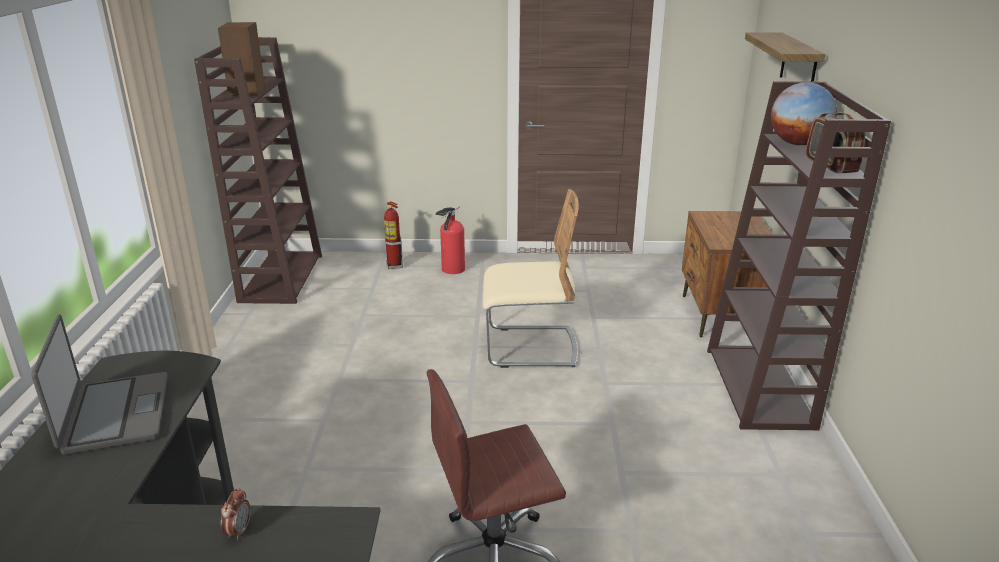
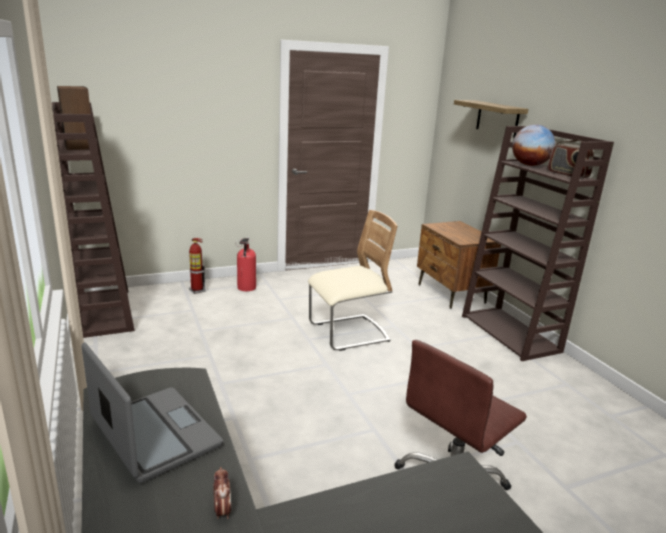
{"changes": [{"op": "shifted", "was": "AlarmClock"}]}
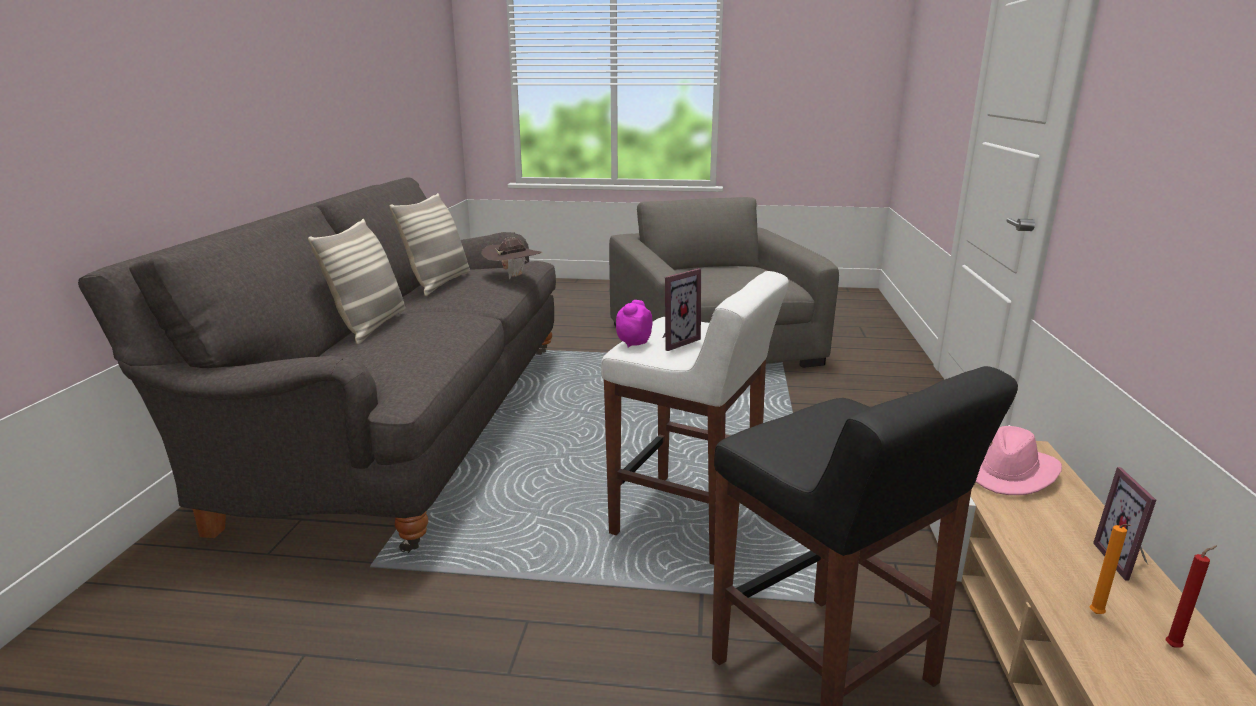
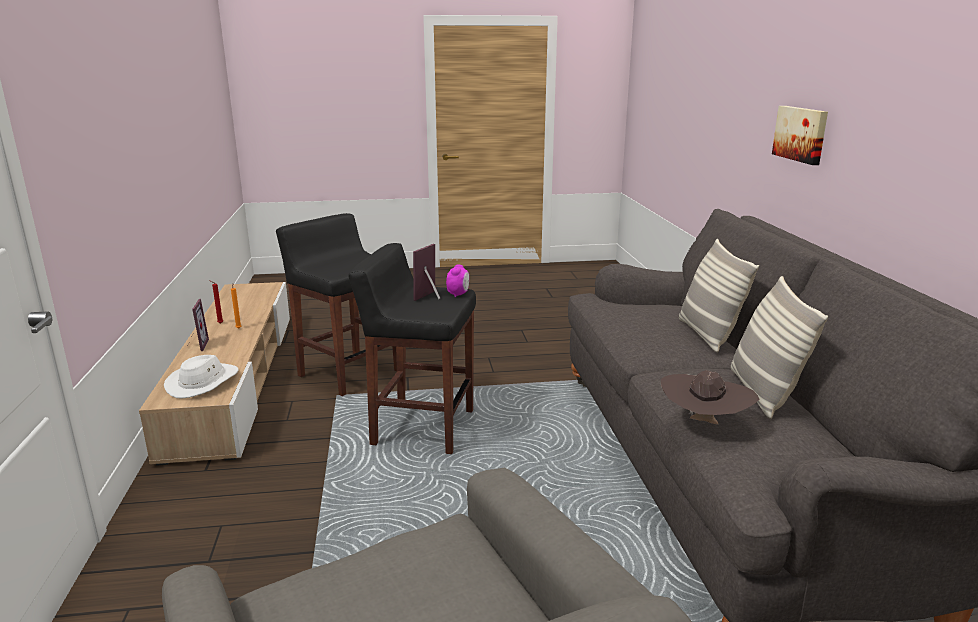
{"changes": [{"op": "repainted", "was": "WhiteStool", "now": "BlackStool (no. 2 from left)"}, {"op": "repainted", "was": "PinkHat", "now": "WhiteHat"}, {"op": "new", "now": "Picture"}]}
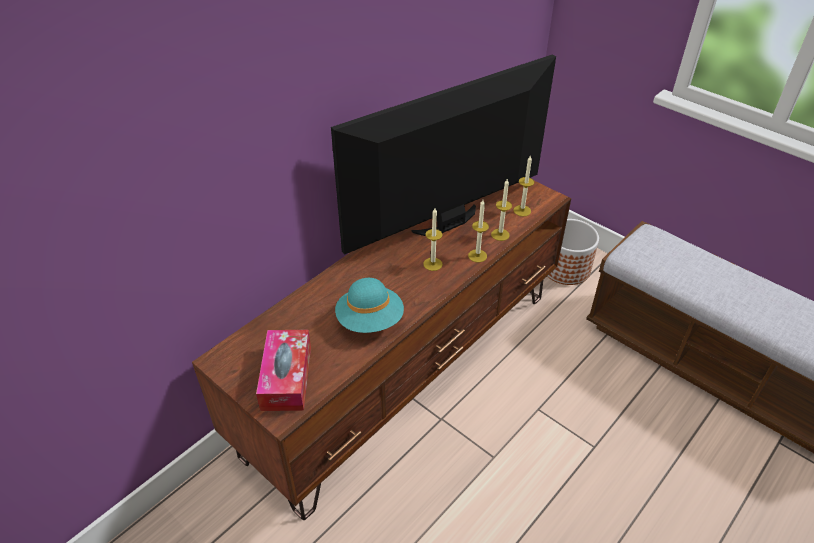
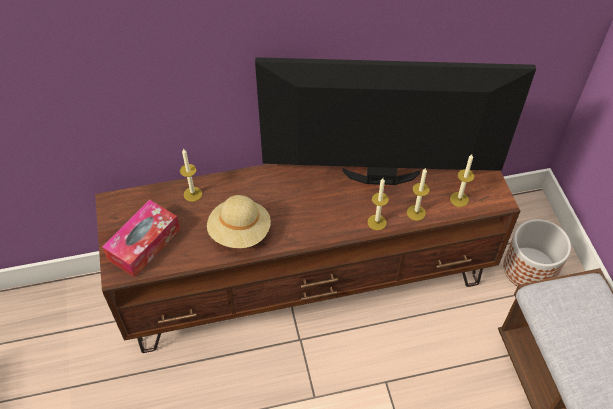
{"changes": [{"op": "repainted", "was": "TurquoiseHat", "now": "BeigeHat"}, {"op": "shifted", "was": "Candle (no. 1 from left)"}]}
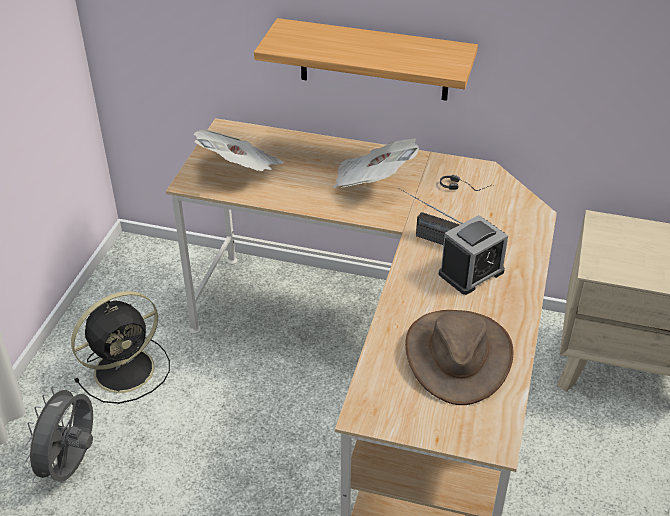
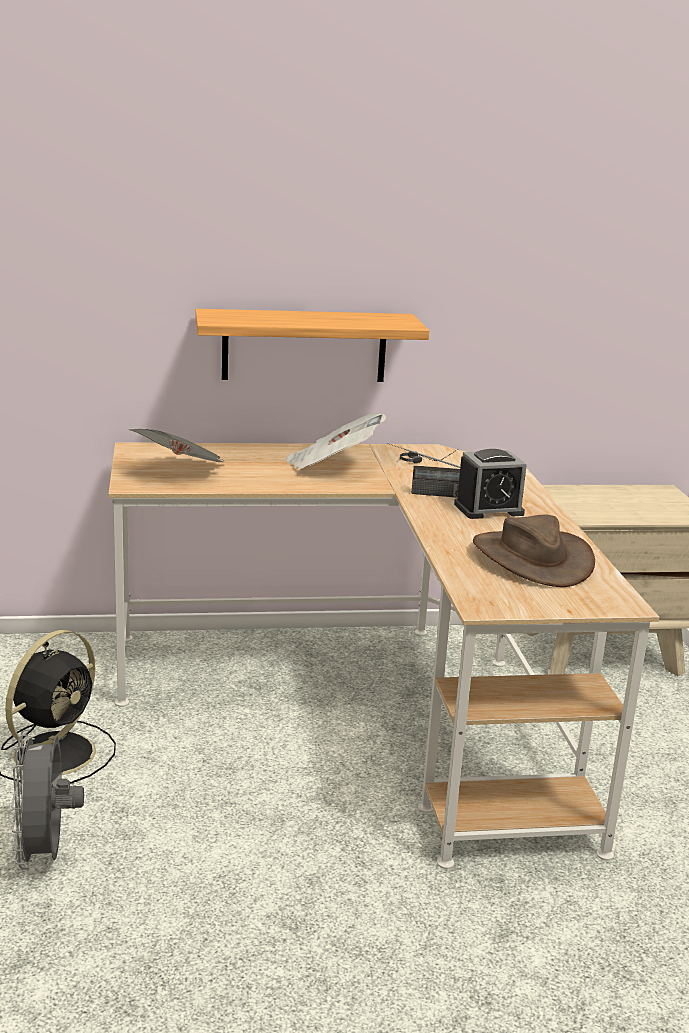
{"changes": [{"op": "rotated", "was": "AlarmClock", "clockwise": 45}]}
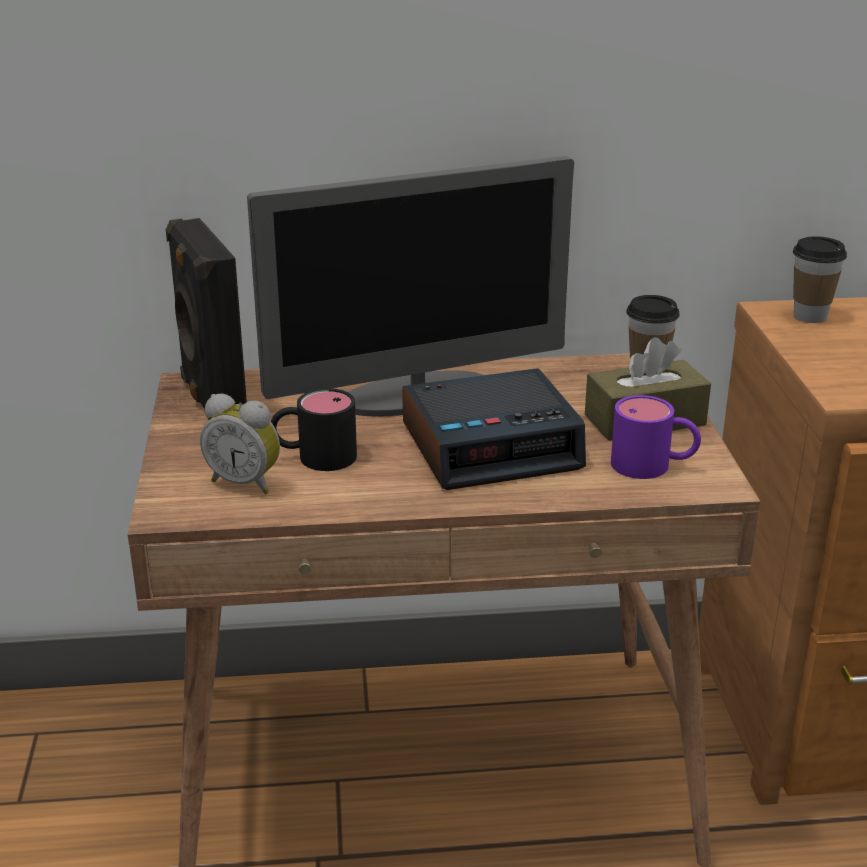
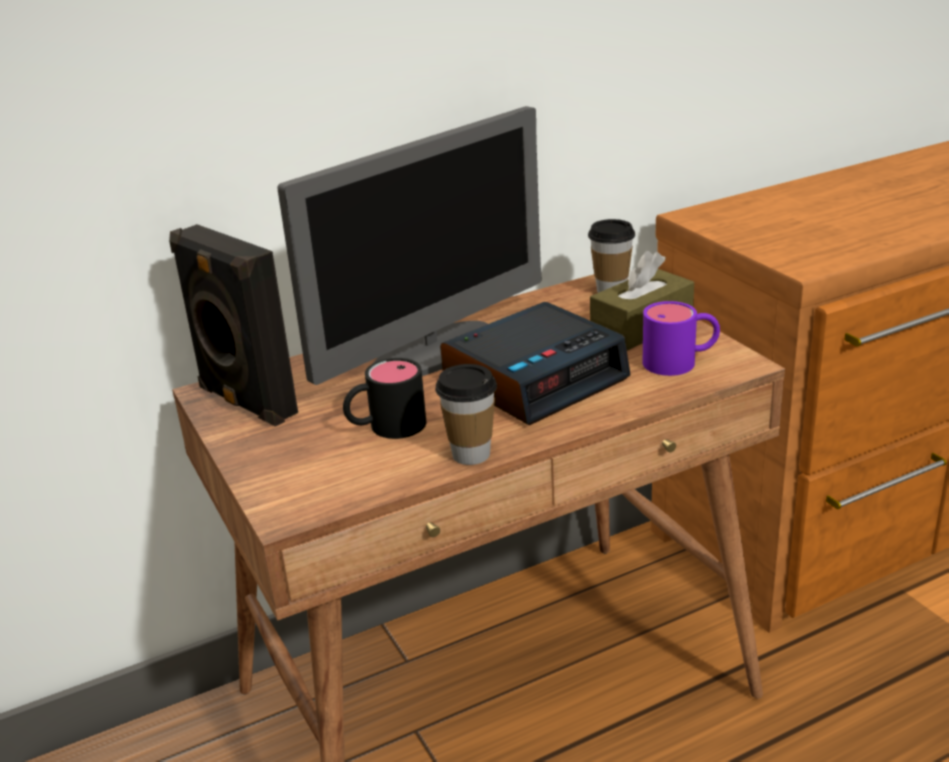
{"changes": [{"op": "gone", "was": "AlarmClock (no. 1 from left)"}, {"op": "shifted", "was": "Cup (no. 2 from left in the first image)", "now": "Cup (no. 1 from left)"}]}
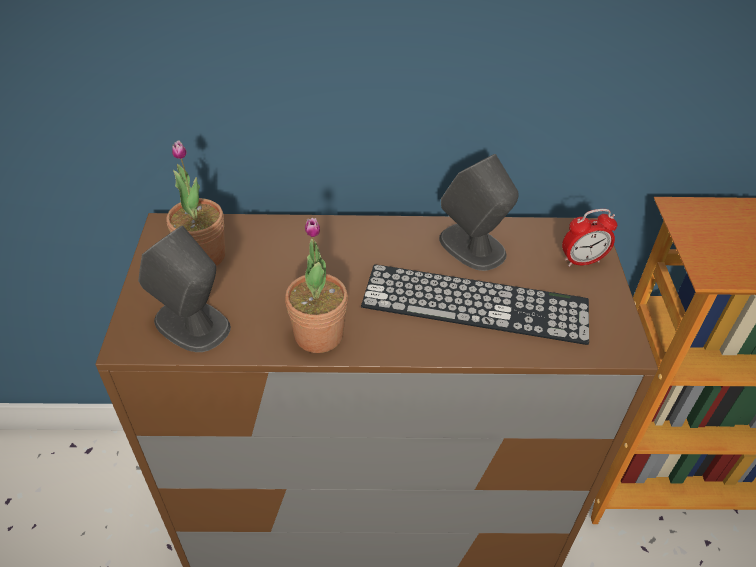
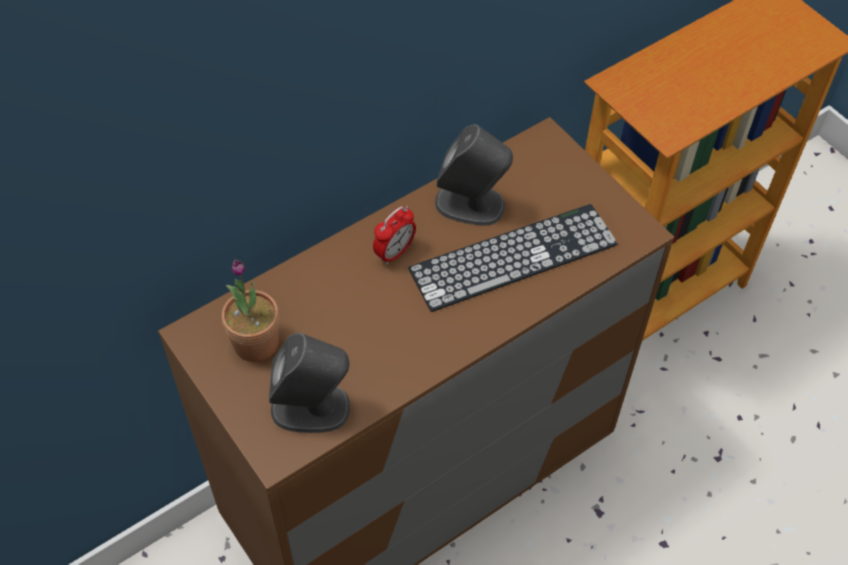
{"changes": [{"op": "gone", "was": "PottedPlant (no. 2 from left)"}, {"op": "shifted", "was": "AlarmClock"}]}
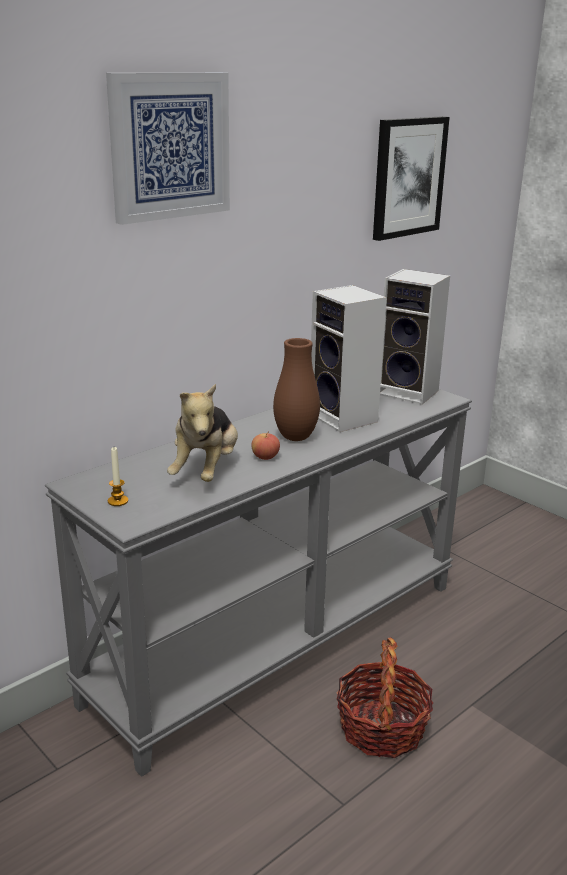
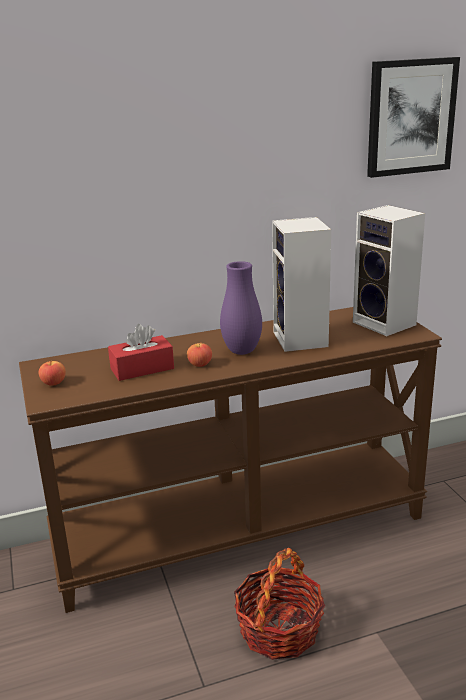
{"changes": [{"op": "repainted", "was": "GreyConsoleTable", "now": "BrownConsoleTable"}, {"op": "gone", "was": "Picture (no. 1 from left)"}, {"op": "swapped", "was": "Candle", "now": "Apple (no. 1 from left)"}, {"op": "swapped", "was": "PlushToy", "now": "RedTissueBox"}, {"op": "repainted", "was": "BrownVase", "now": "PurpleVase"}]}
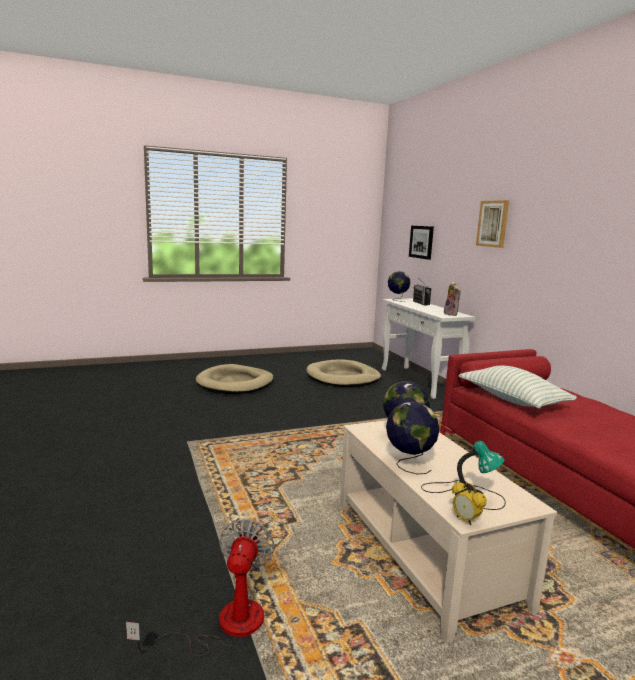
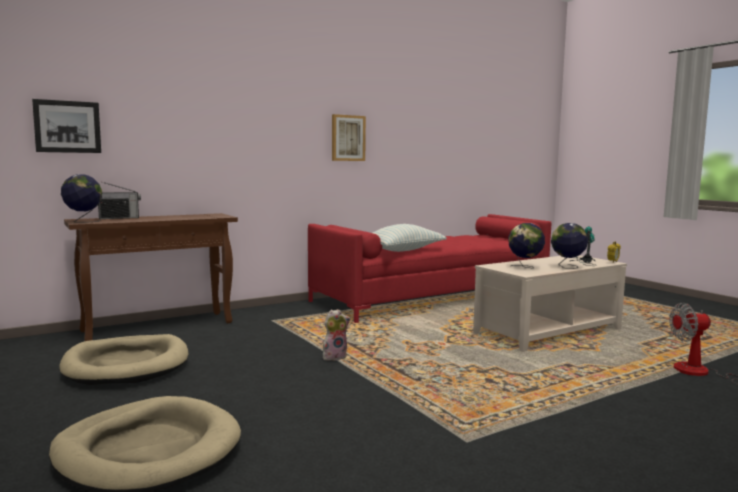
{"changes": [{"op": "repainted", "was": "WhiteConsoleTable", "now": "BrownConsoleTable"}, {"op": "shifted", "was": "PlushToy"}, {"op": "shifted", "was": "Picture (no. 2 from left)"}]}
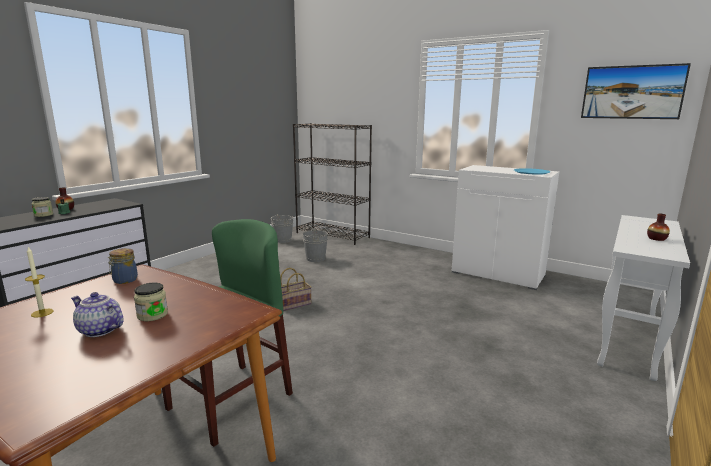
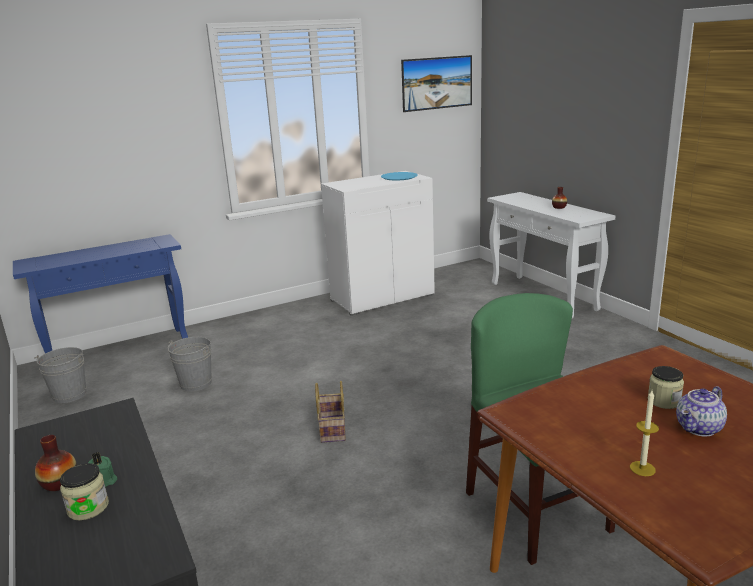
{"changes": [{"op": "gone", "was": "Jar (no. 2 from left)"}, {"op": "swapped", "was": "BlackBookcase", "now": "BlueConsoleTable"}]}
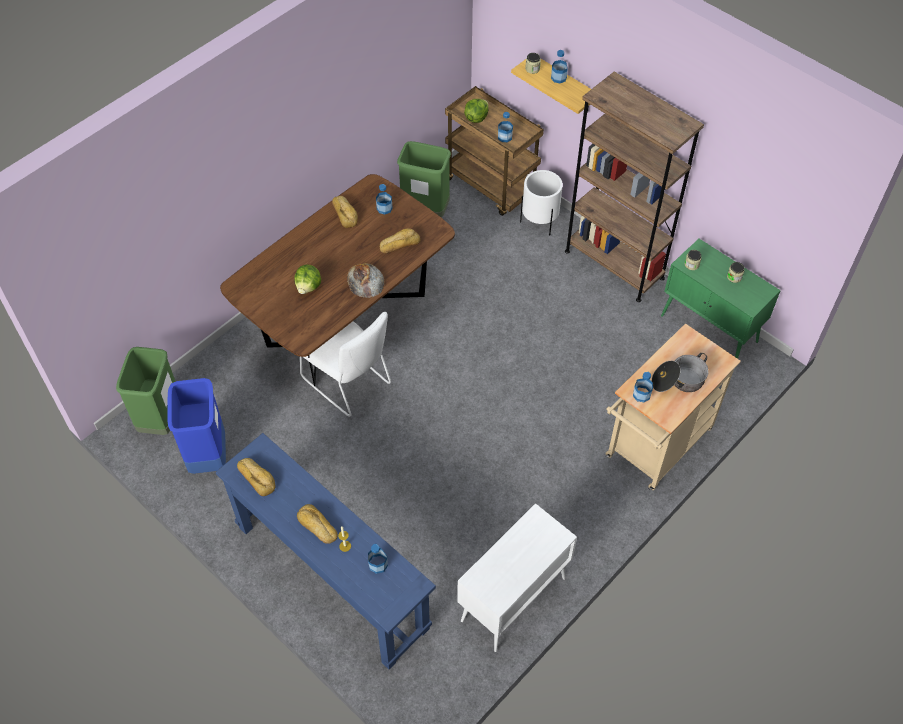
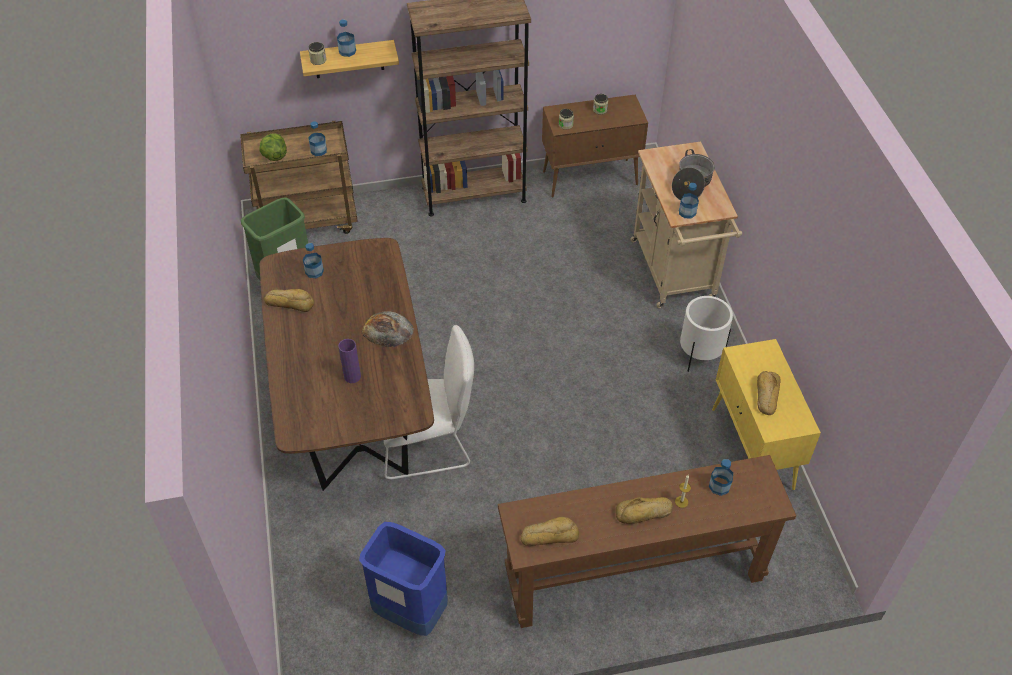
{"changes": [{"op": "gone", "was": "GreenTrashCan (no. 1 from left)"}, {"op": "repainted", "was": "BlueConsoleTable", "now": "BrownConsoleTable"}, {"op": "swapped", "was": "Lettuce (no. 1 from left)", "now": "PurpleVase"}, {"op": "shifted", "was": "Bread (no. 5 from left)"}, {"op": "repainted", "was": "WhiteCabinet", "now": "YellowCabinet"}, {"op": "shifted", "was": "WhitePlanter"}, {"op": "repainted", "was": "GreenCabinet", "now": "BrownCabinet"}]}
